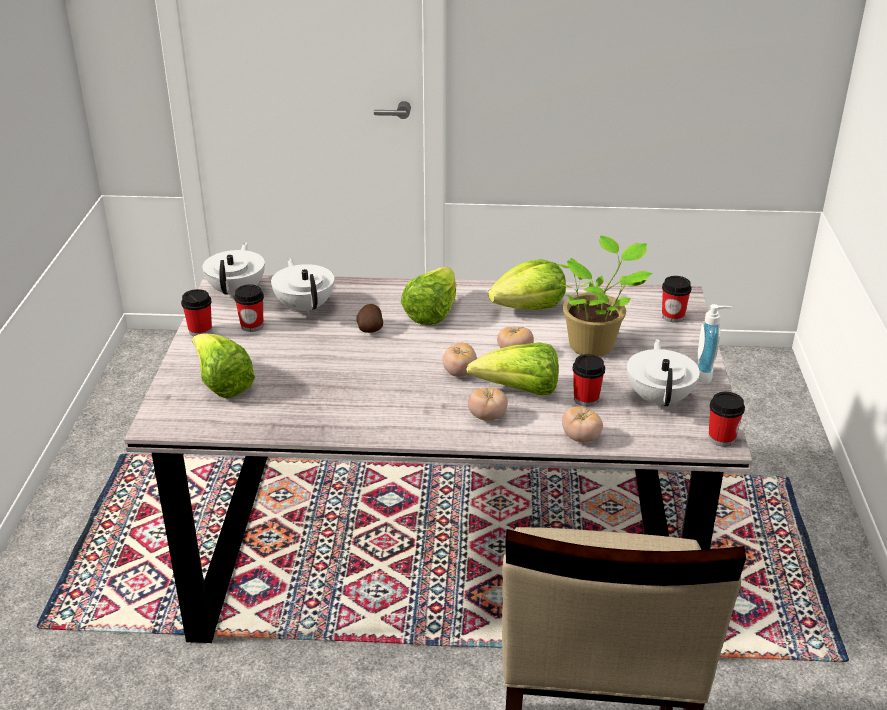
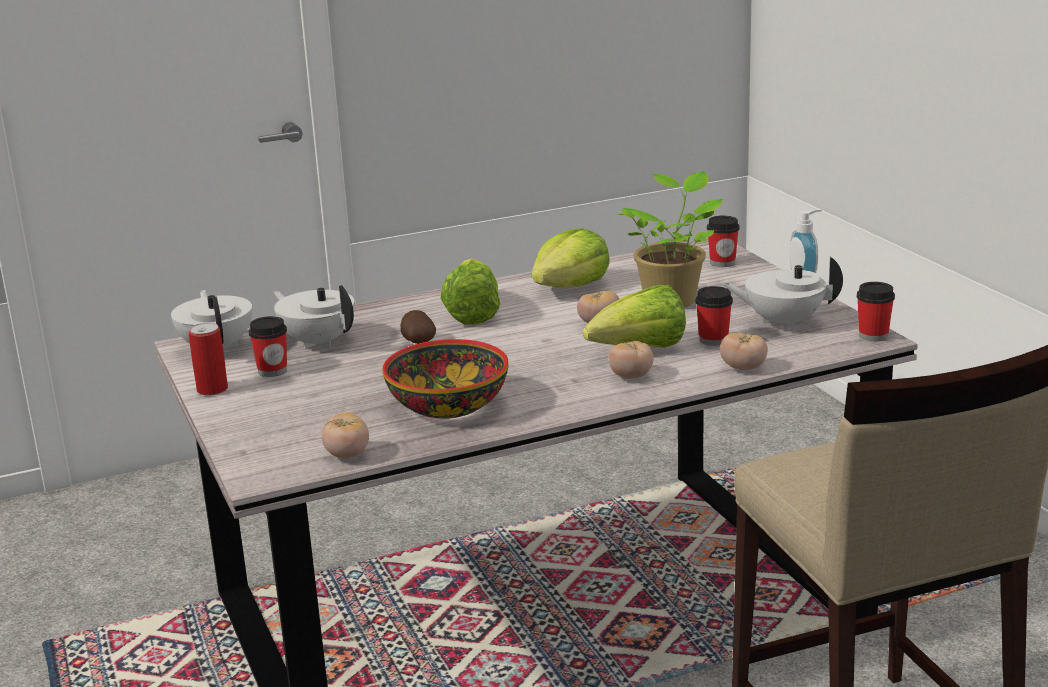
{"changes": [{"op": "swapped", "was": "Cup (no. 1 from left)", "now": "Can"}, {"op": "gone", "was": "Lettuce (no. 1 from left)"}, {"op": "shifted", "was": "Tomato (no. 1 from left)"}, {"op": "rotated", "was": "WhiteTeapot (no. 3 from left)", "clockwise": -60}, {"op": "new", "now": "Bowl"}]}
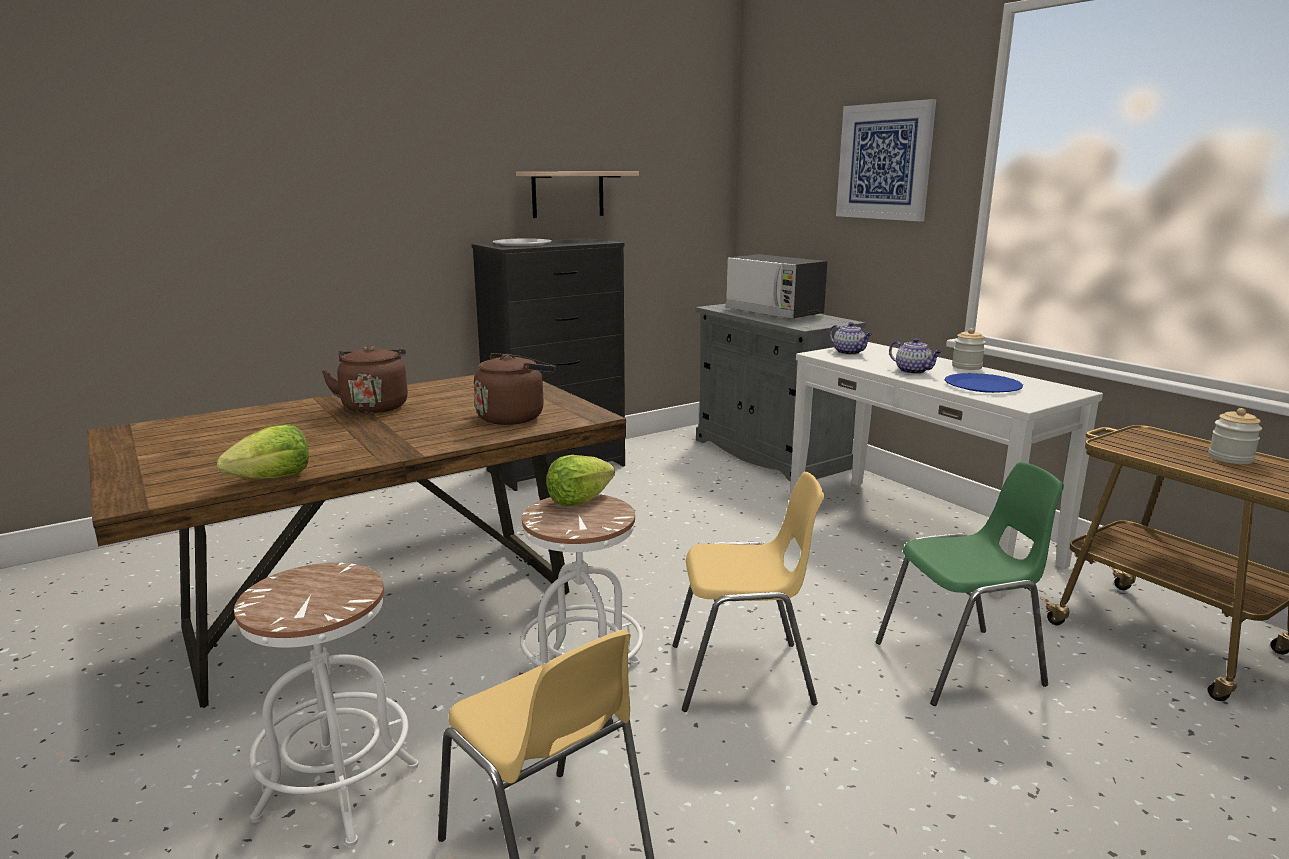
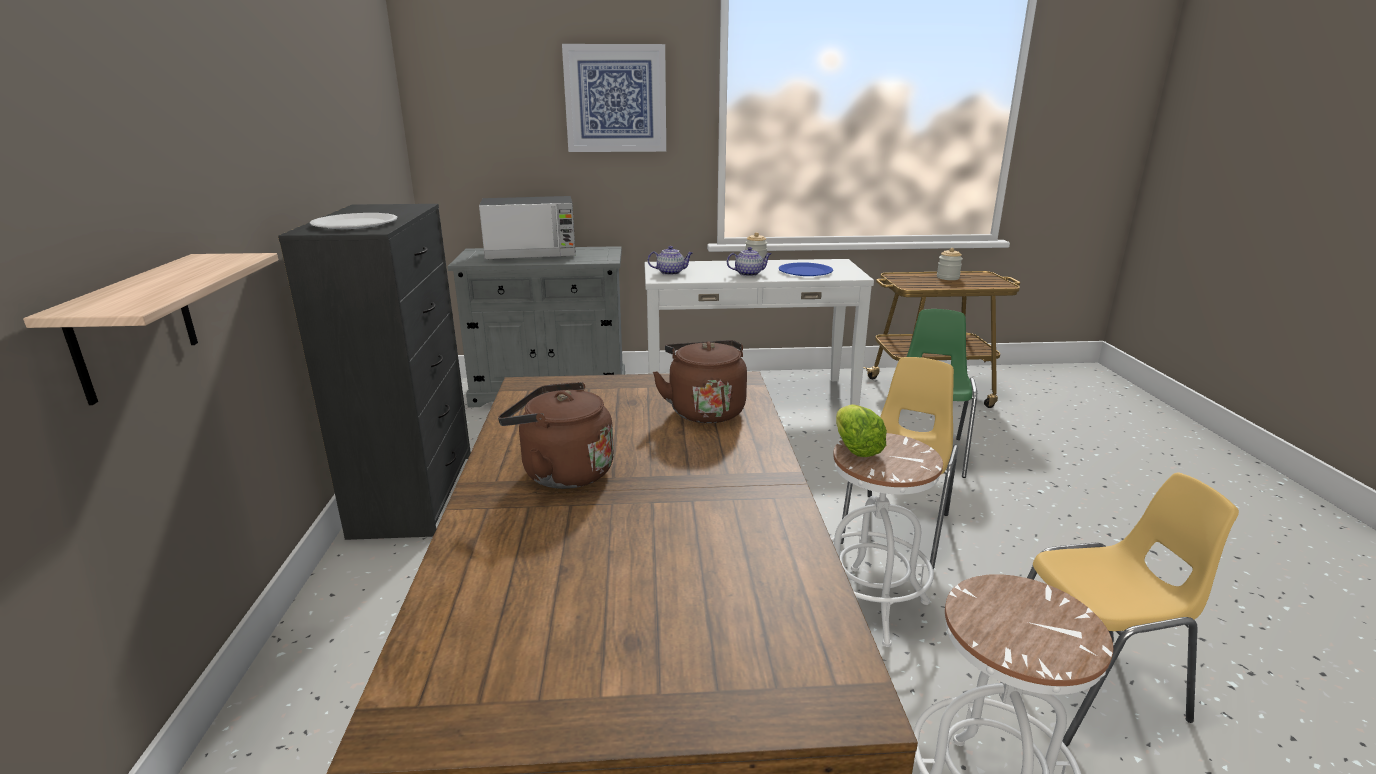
{"changes": [{"op": "gone", "was": "Lettuce (no. 1 from left)"}, {"op": "shifted", "was": "Shelf"}]}
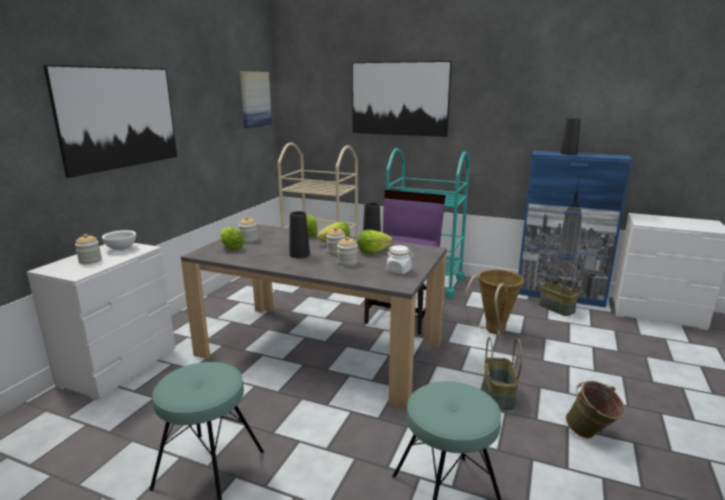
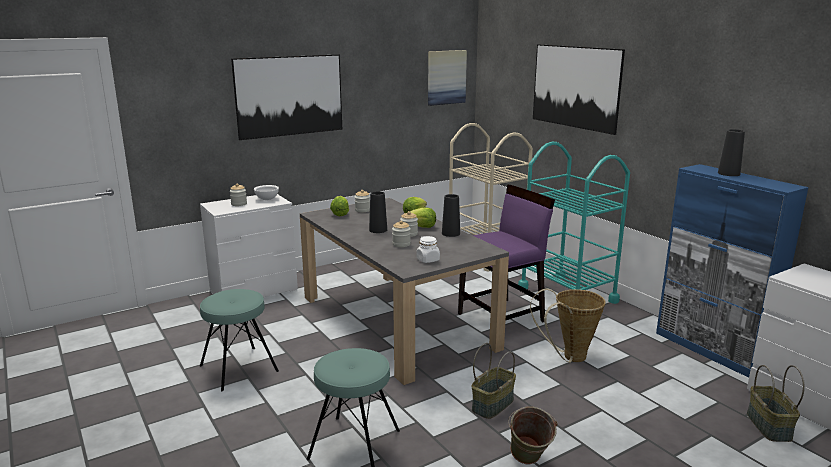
{"changes": [{"op": "gone", "was": "Lettuce (no. 4 from left)"}, {"op": "shifted", "was": "Basket (no. 3 from left)"}]}
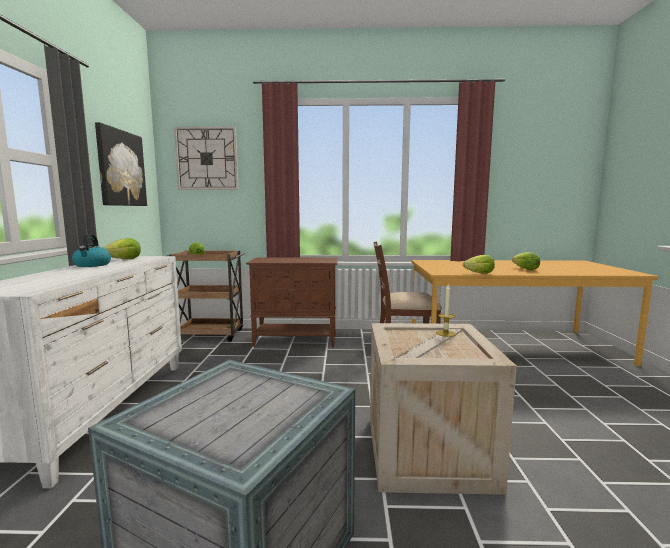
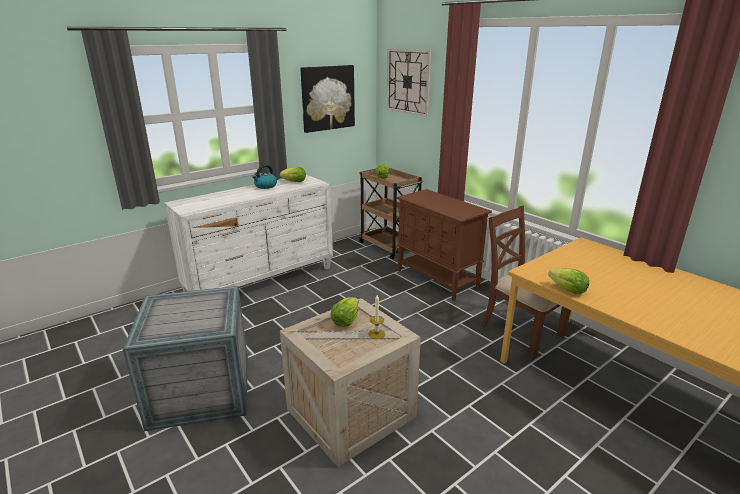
{"changes": [{"op": "shifted", "was": "Lettuce (no. 4 from left in the first image)", "now": "Lettuce (no. 2 from left)"}]}
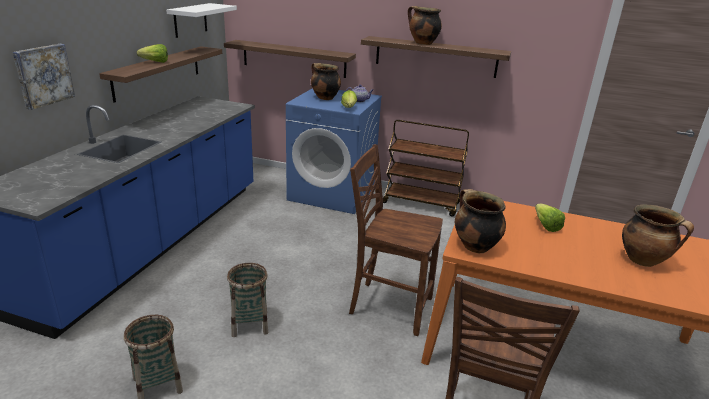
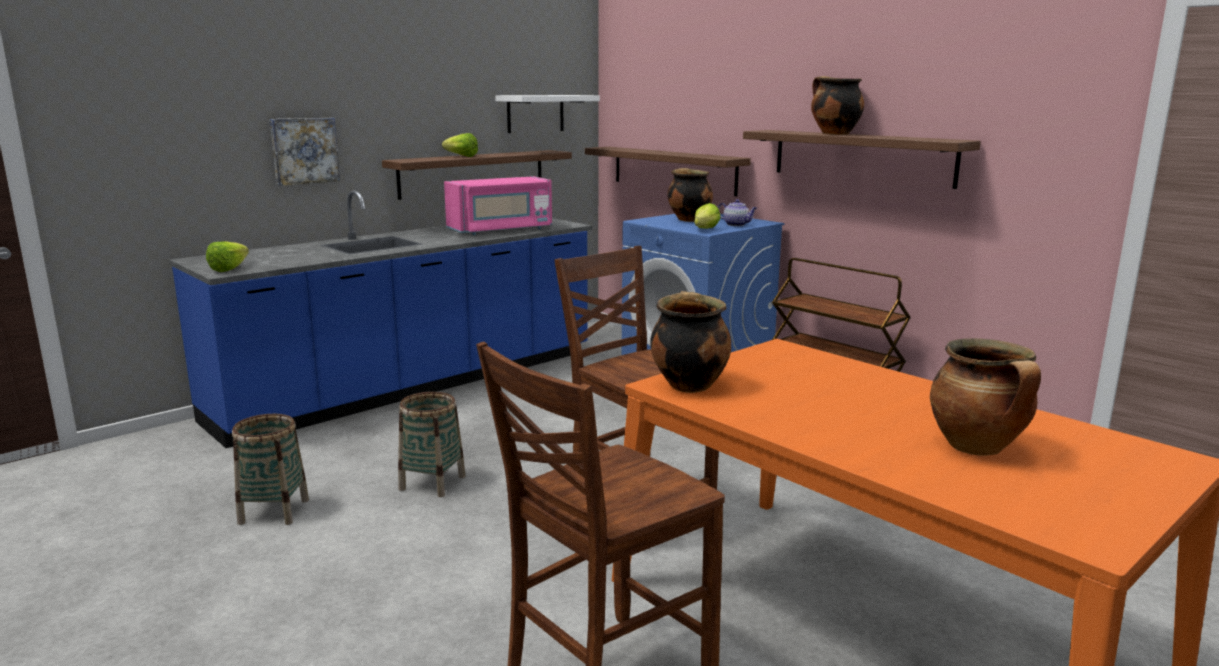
{"changes": [{"op": "shifted", "was": "Lettuce (no. 3 from left in the first image)", "now": "Lettuce (no. 1 from left)"}, {"op": "new", "now": "PinkMicrowave"}]}
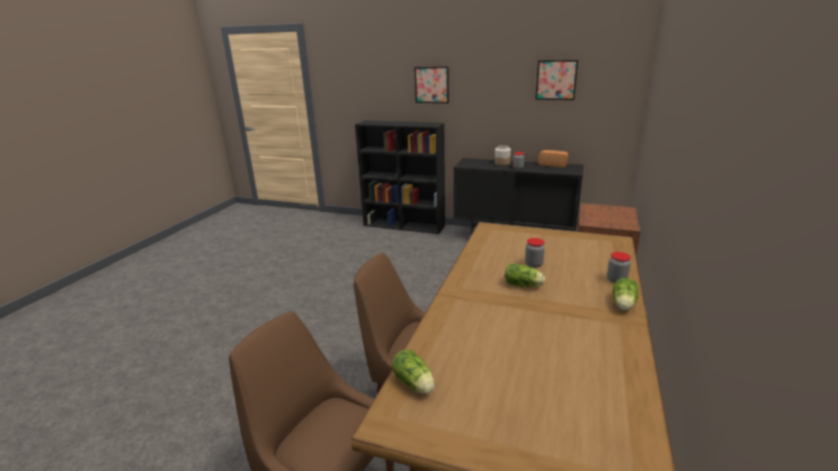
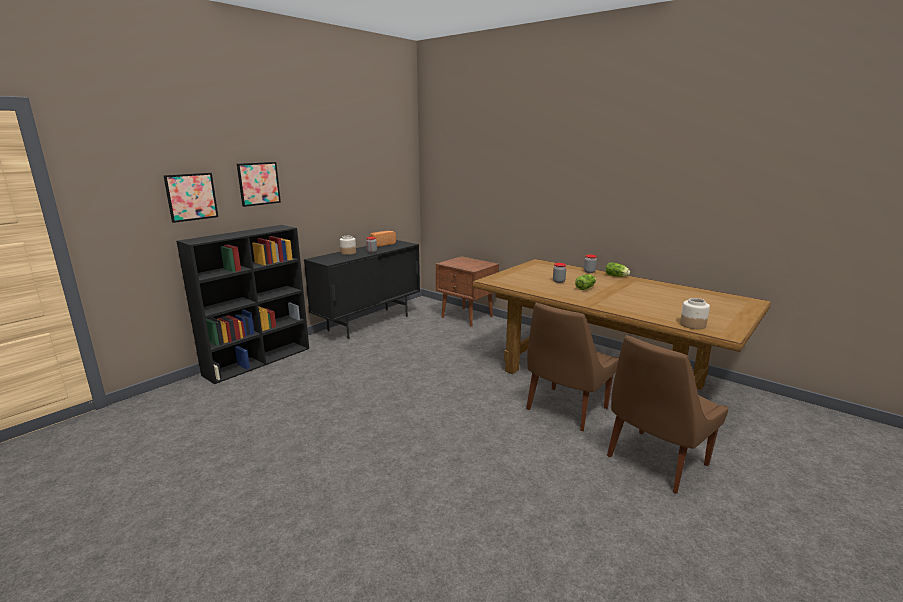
{"changes": [{"op": "swapped", "was": "Lettuce (no. 1 from left)", "now": "Jar (no. 5 from left)"}, {"op": "shifted", "was": "Picture (no. 2 from left in the first image)", "now": "Picture (no. 1 from left)"}]}
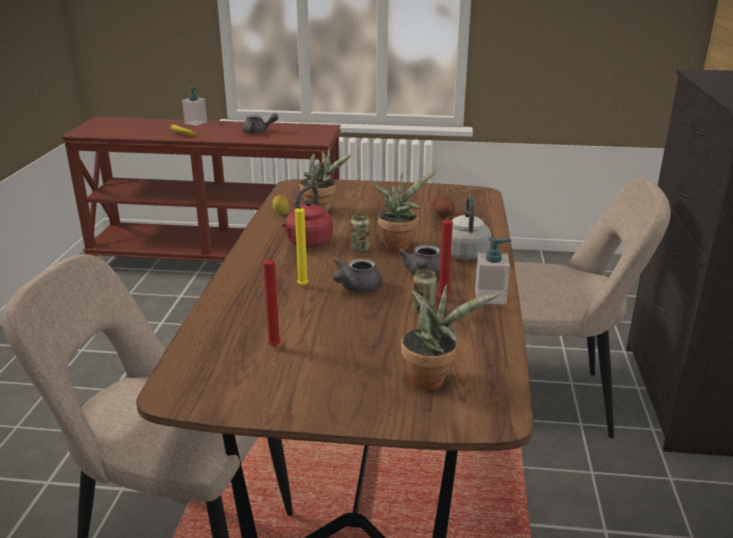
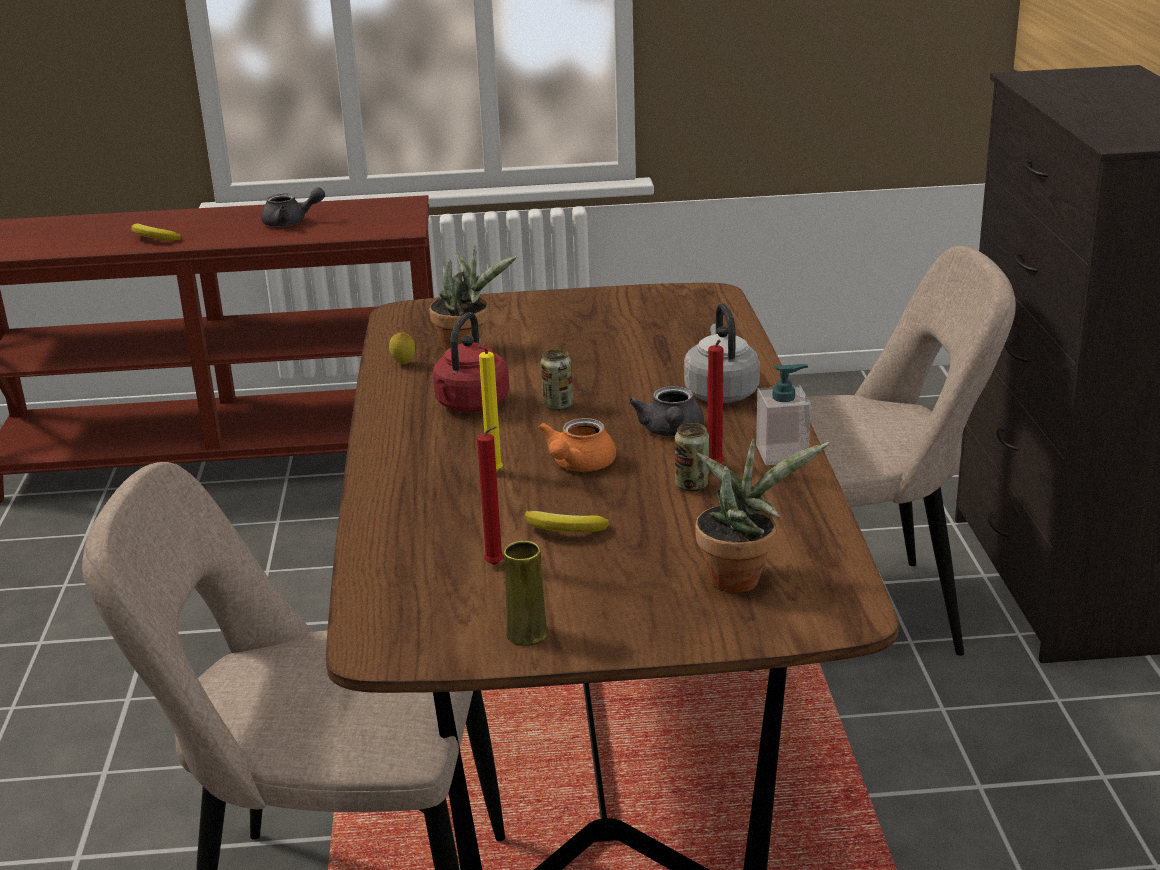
{"changes": [{"op": "gone", "was": "SoapDispenser (no. 1 from left)"}, {"op": "repainted", "was": "GreyTeapot (no. 2 from left)", "now": "OrangeTeapot"}, {"op": "gone", "was": "PottedPlant (no. 2 from left)"}, {"op": "gone", "was": "Potato"}, {"op": "new", "now": "YellowVase"}, {"op": "new", "now": "Banana (no. 2 from left)"}]}
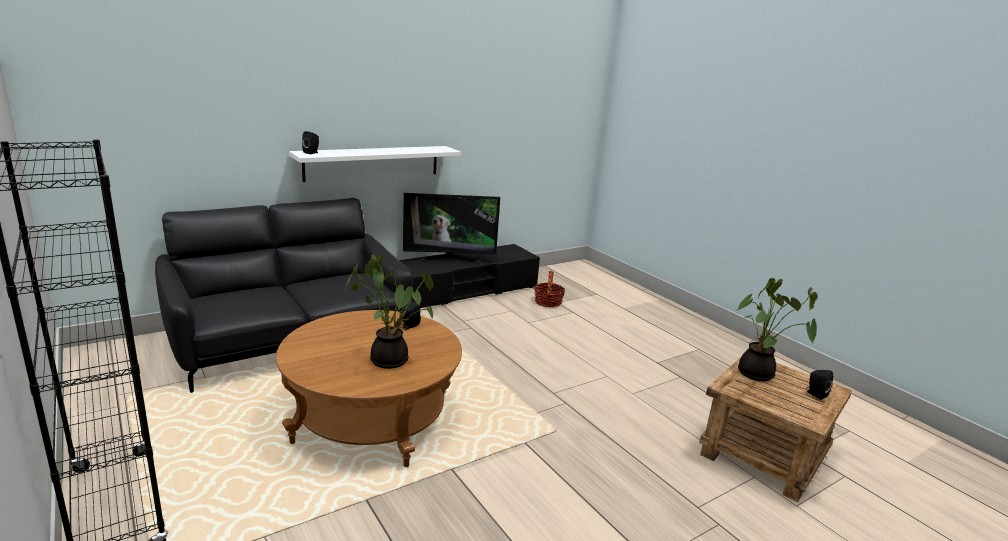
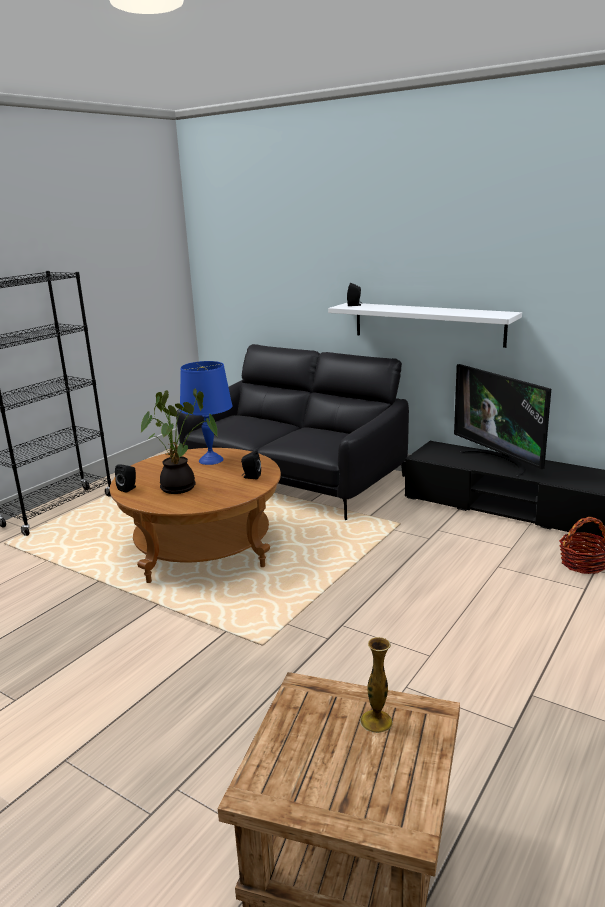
{"changes": [{"op": "swapped", "was": "PottedPlant (no. 2 from left)", "now": "Vase"}, {"op": "shifted", "was": "BlackSpeaker (no. 3 from left in the first image)", "now": "BlackSpeaker (no. 1 from left)"}, {"op": "new", "now": "BlueTableLamp"}]}
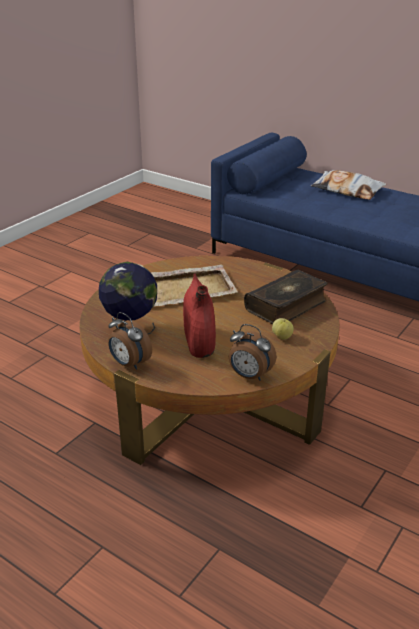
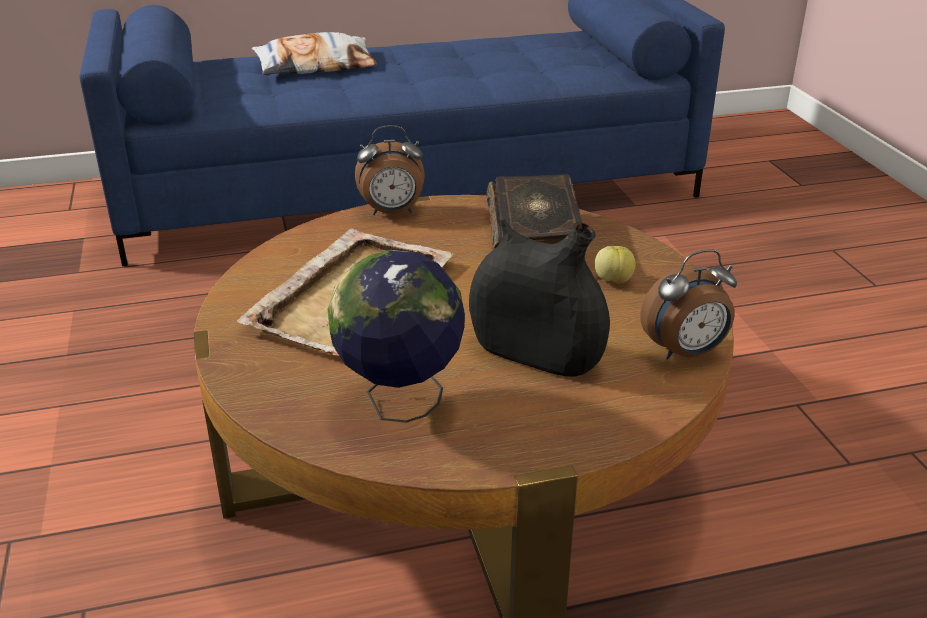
{"changes": [{"op": "shifted", "was": "AlarmClock (no. 1 from left)"}, {"op": "repainted", "was": "RedVase", "now": "BlackVase"}]}
